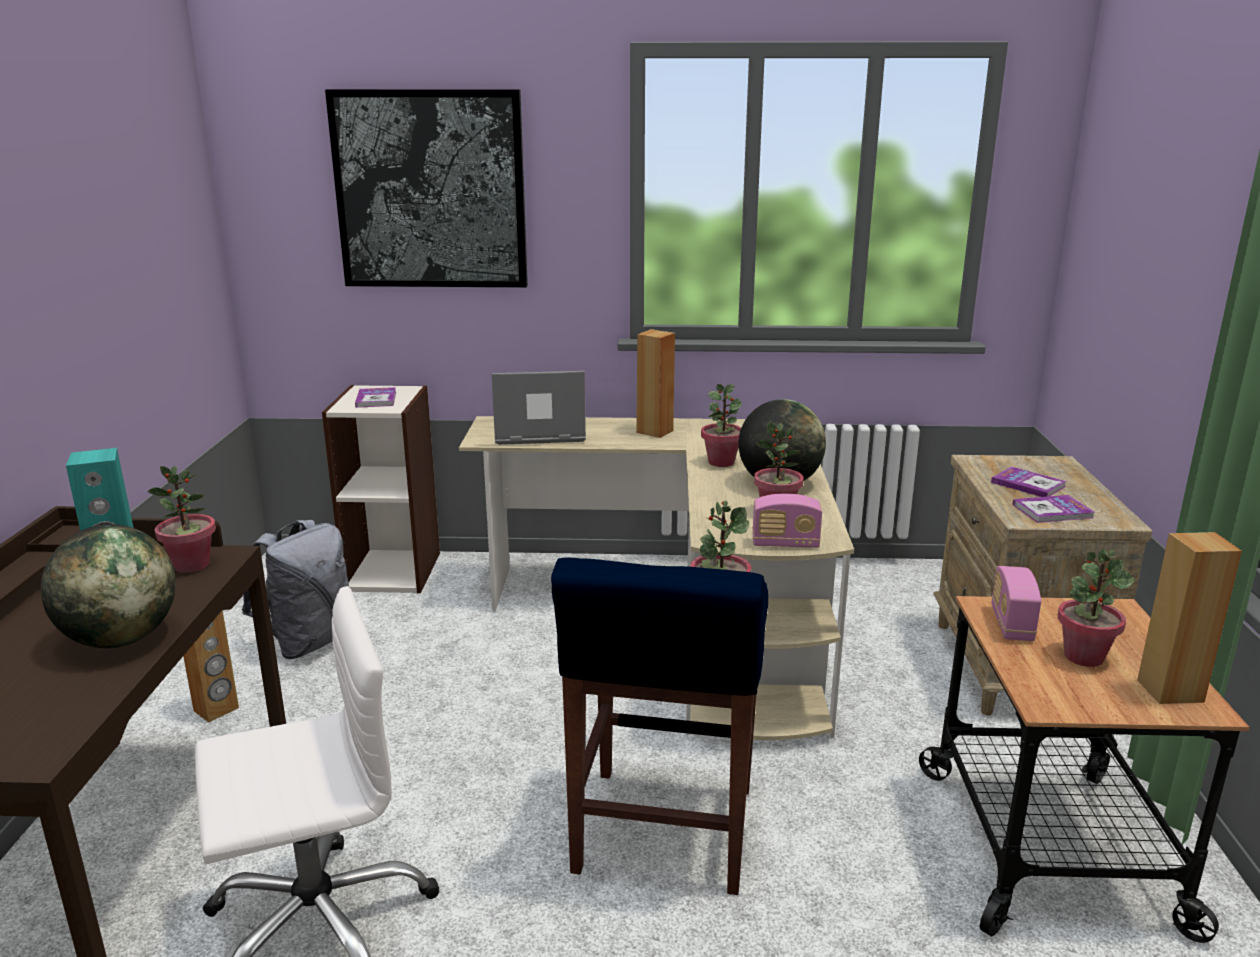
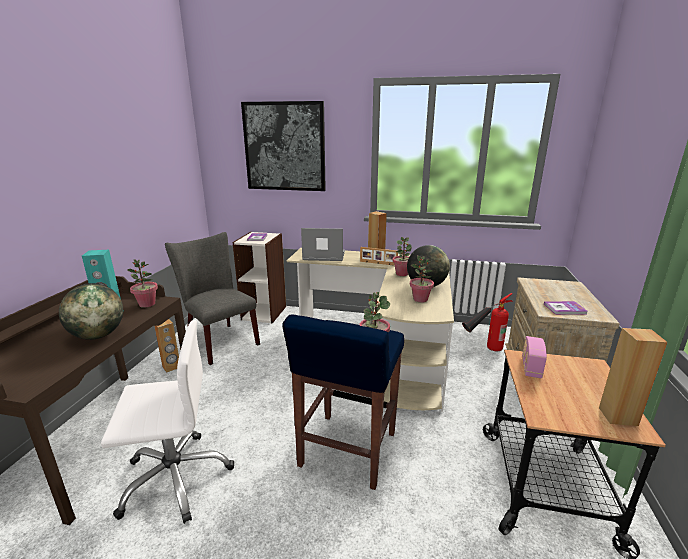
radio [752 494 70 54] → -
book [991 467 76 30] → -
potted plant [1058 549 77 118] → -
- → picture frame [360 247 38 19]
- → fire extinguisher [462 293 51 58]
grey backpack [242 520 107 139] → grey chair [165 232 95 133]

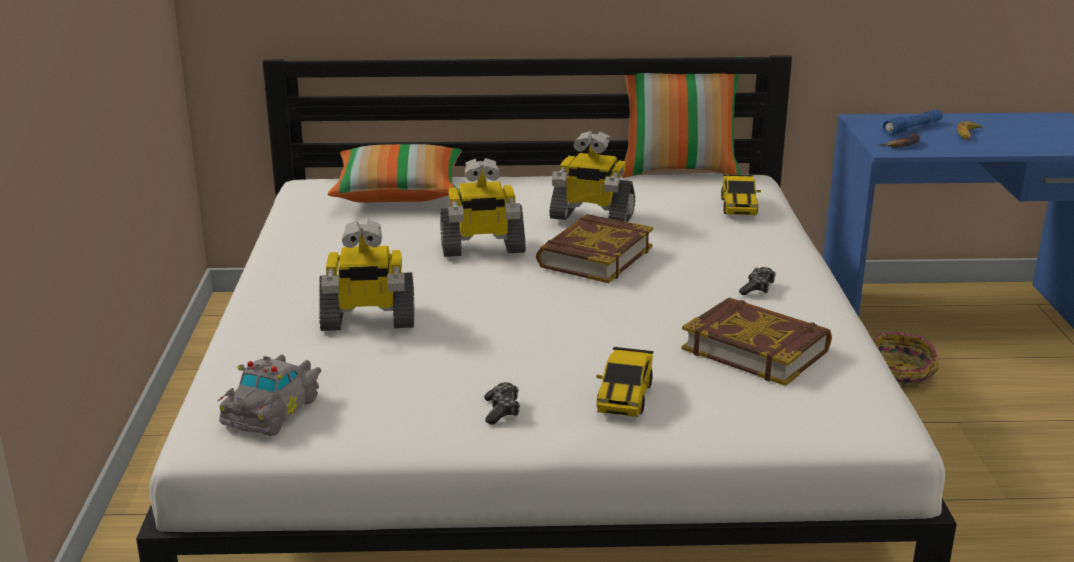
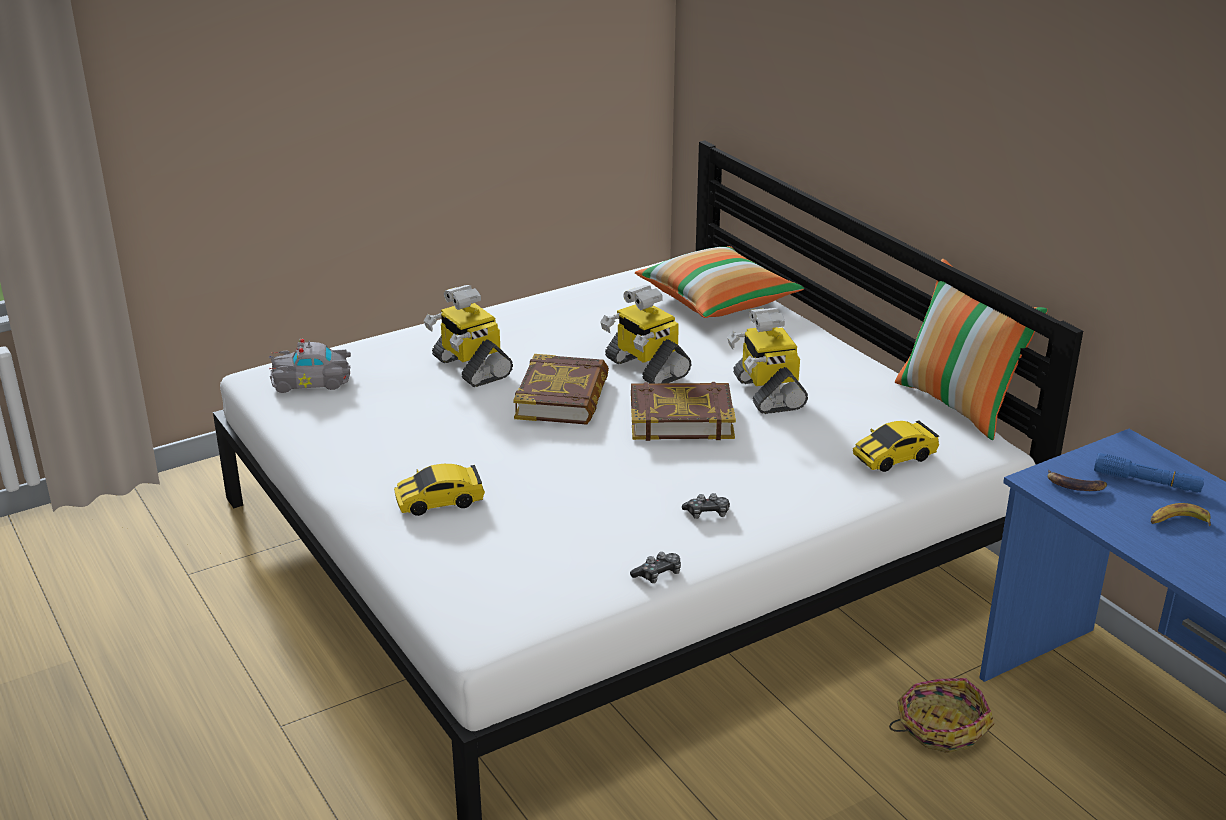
game controller [484 382 36 42] → game controller [630 552 51 31], relocated
book [682 298 150 88] → book [513 354 96 71], relocated

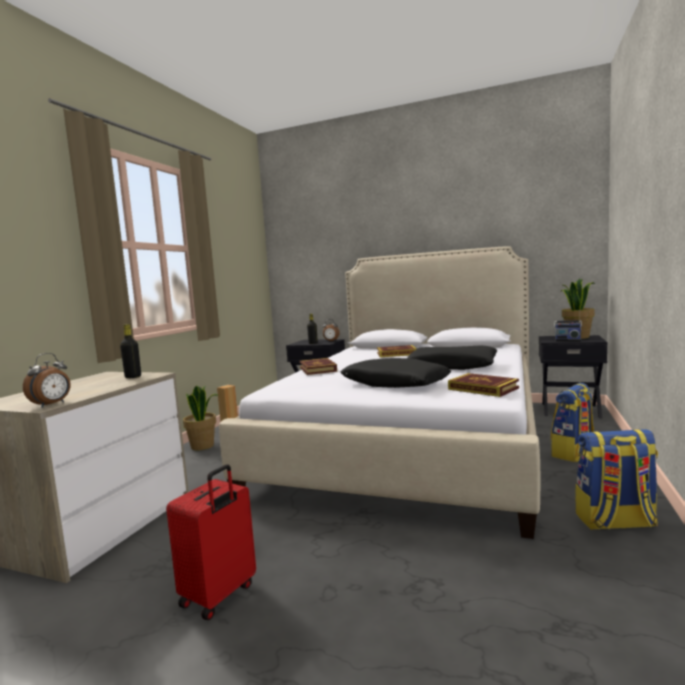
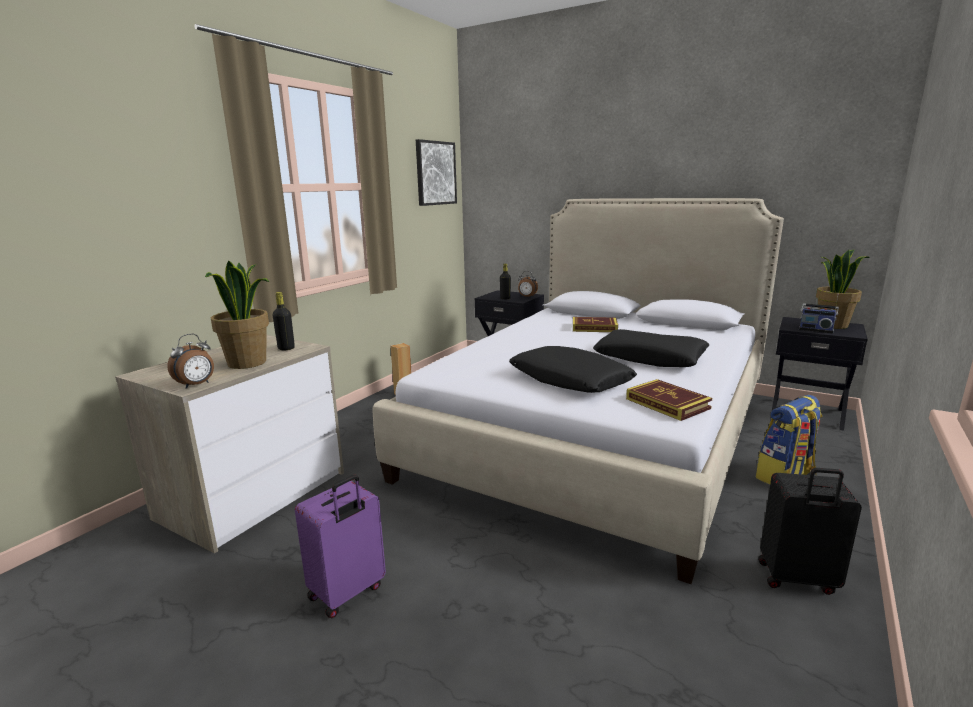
book [300 358 37 17] → -
- → picture [416 139 41 67]
potted plant [183 386 35 64] → potted plant [205 261 64 108], relocated
backpack [576 429 82 101] → black suitcase [758 468 104 127]
red suitcase [166 464 90 156] → purple suitcase [295 475 91 143]

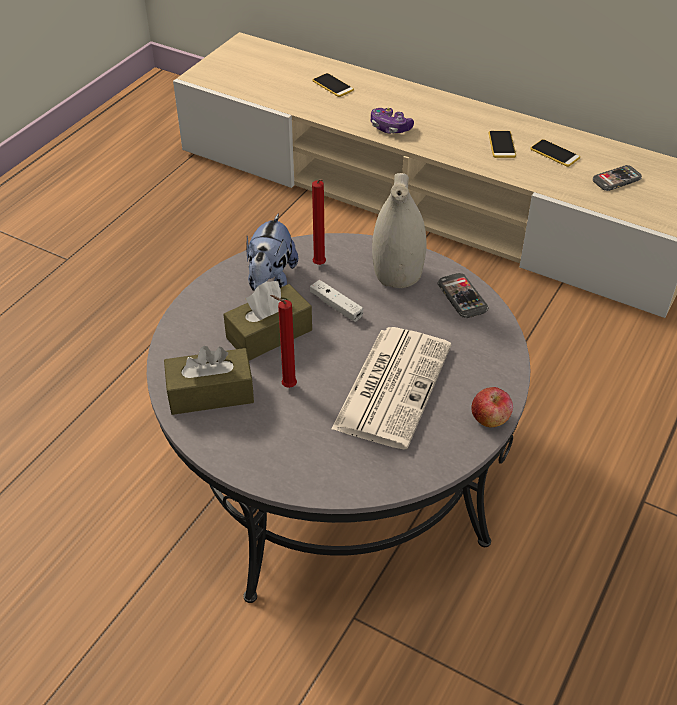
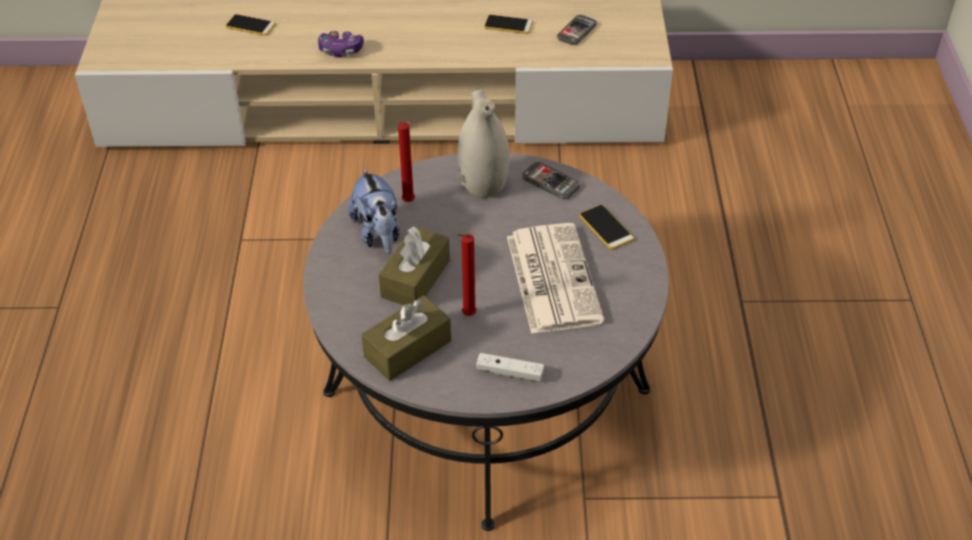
apple [471 387 42 40] → -
white game controller [310 280 53 42] → white game controller [476 353 68 29], relocated
phone [489 131 27 27] → phone [579 205 55 45], relocated

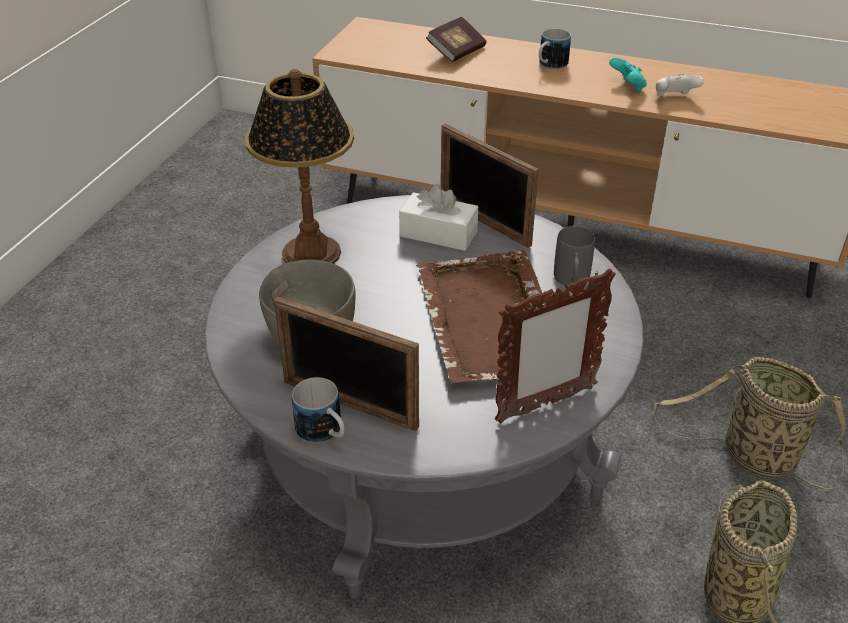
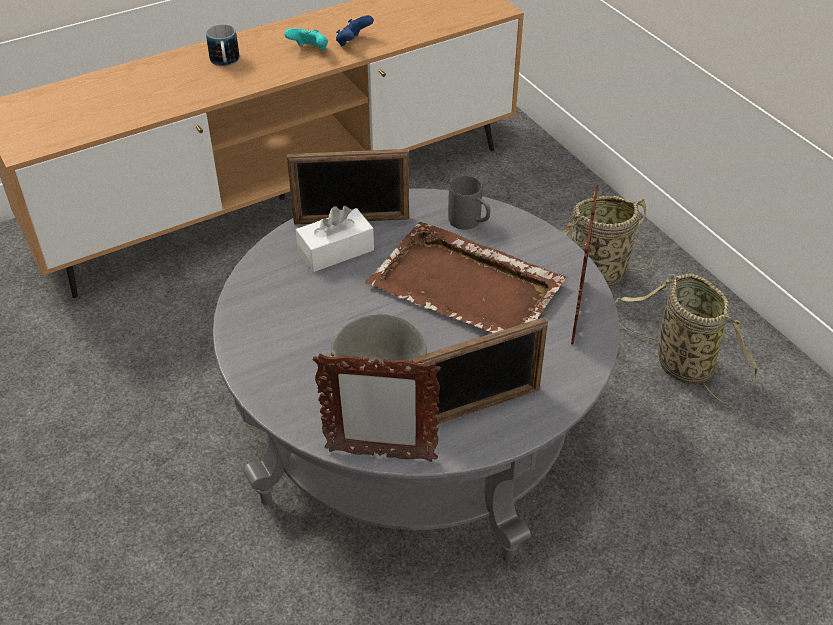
table lamp [245 69 109 195] → -
mug [292 377 53 66] → -
book [426 17 61 45] → -
- → picture frame [313 352 128 110]
white game controller [656 73 48 23] → blue game controller [336 15 38 31]

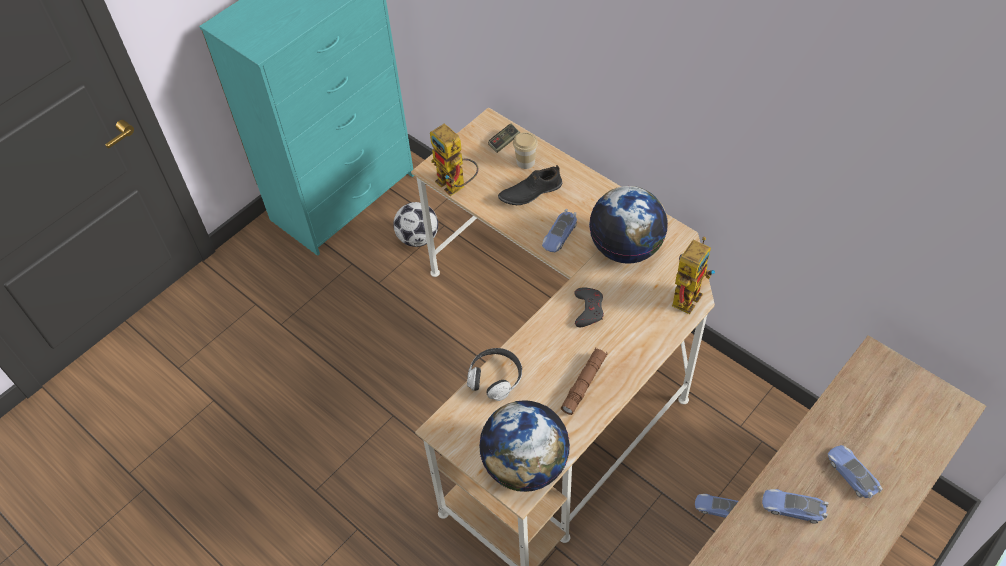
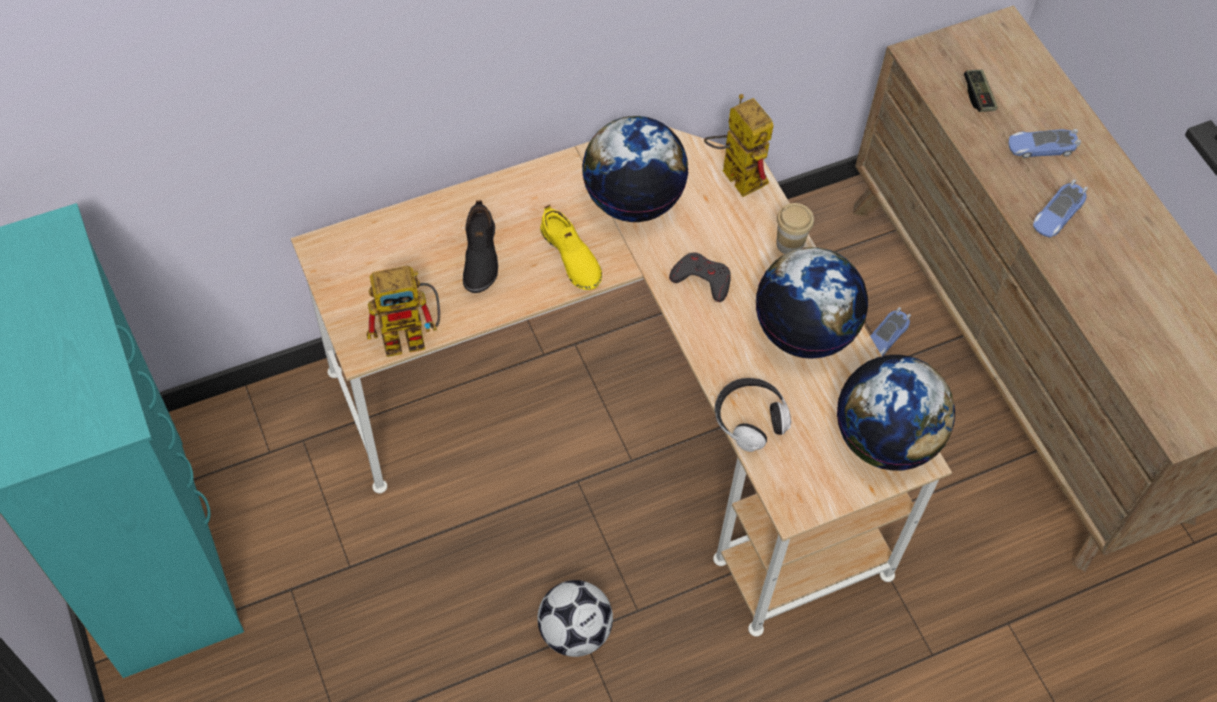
football [393 202 45 45] → football [537 580 76 77], relocated
game controller [488 124 32 29] → game controller [964 70 34 42], relocated
cup [513 132 25 37] → cup [776 203 38 51], relocated
toy car [542 209 35 43] → yellow shoe [540 205 62 85]
brown flashlight [561 347 47 68] → globe [756 247 112 112]

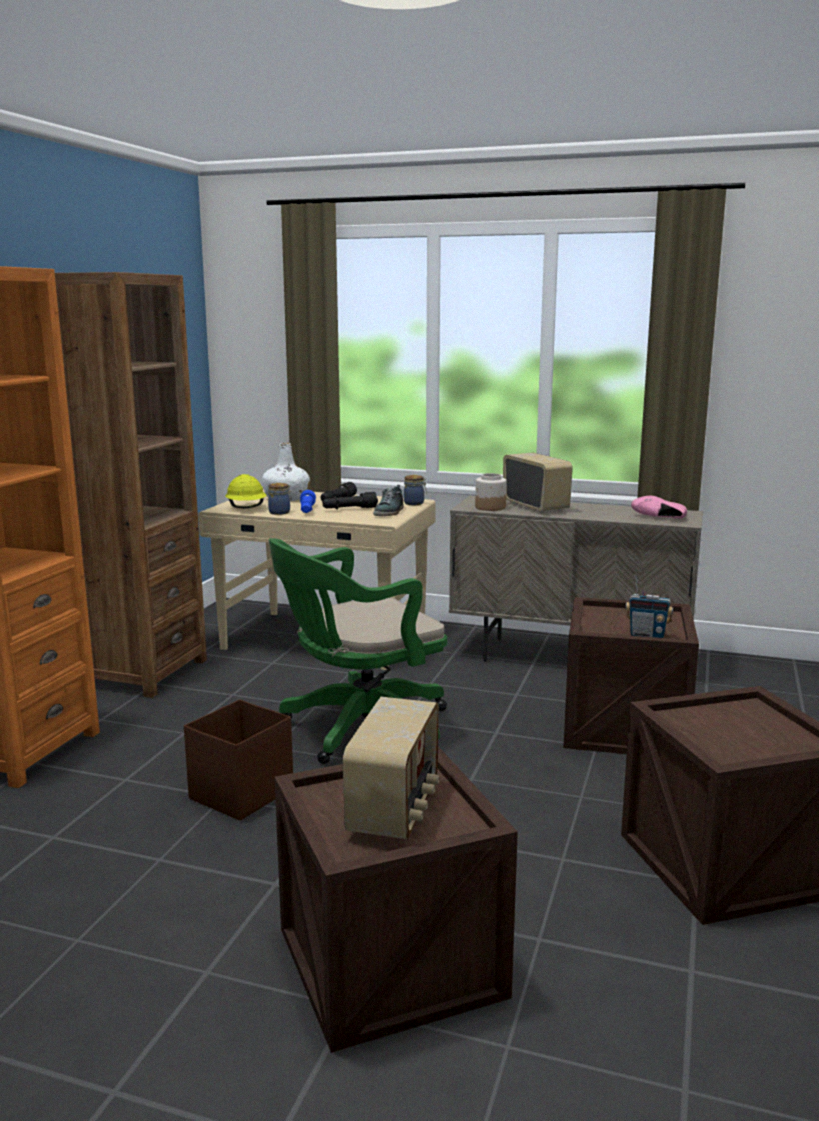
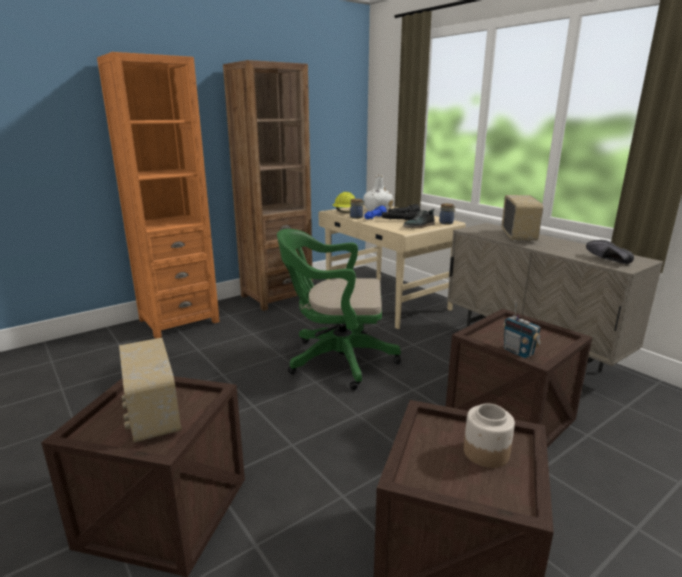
brown storage box [184 700 109 121] → -
jar [475 473 32 38] → jar [464 404 51 64], relocated
pink shoe [631 496 56 23] → black shoe [586 240 48 24]
radio [343 697 96 142] → radio [119 338 62 105], 105 degrees clockwise

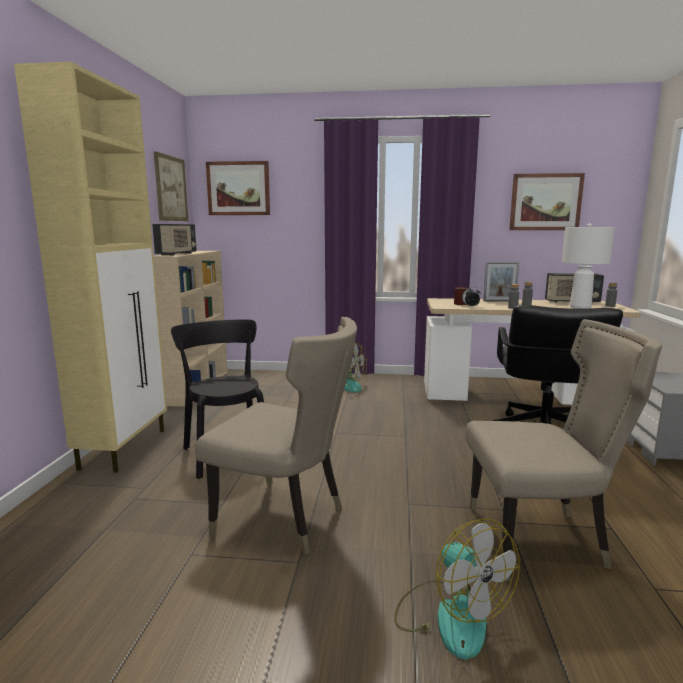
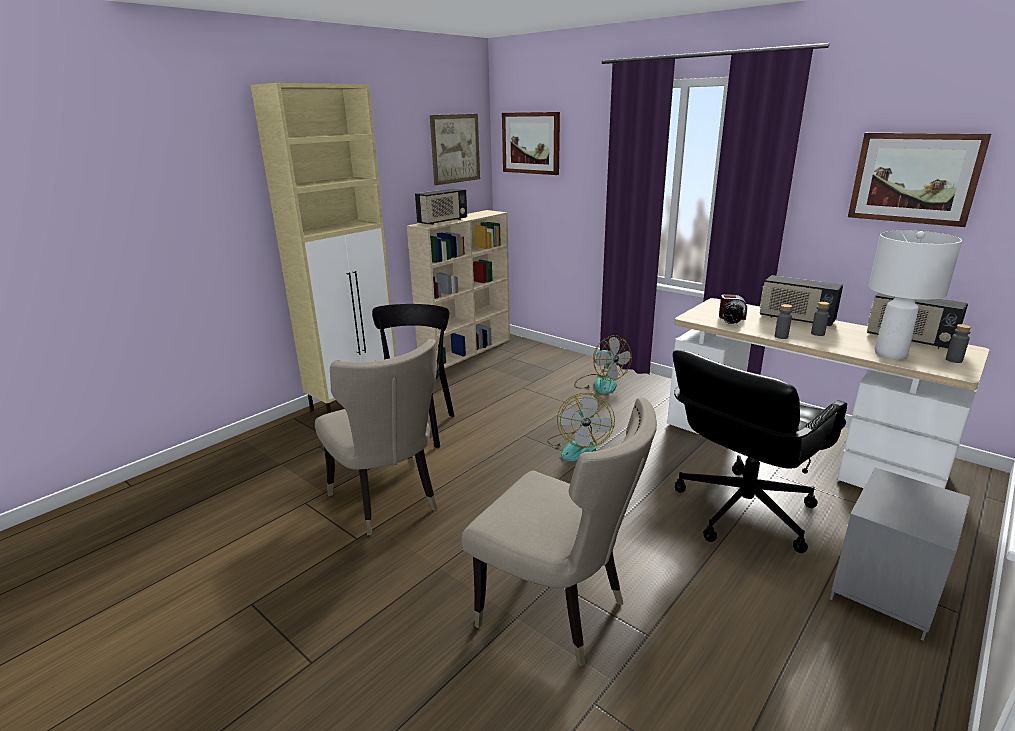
fan [394 519 126 140] → fan [547 393 68 68], relocated
picture frame [483 262 36 40] → radio [760 275 83 51]

